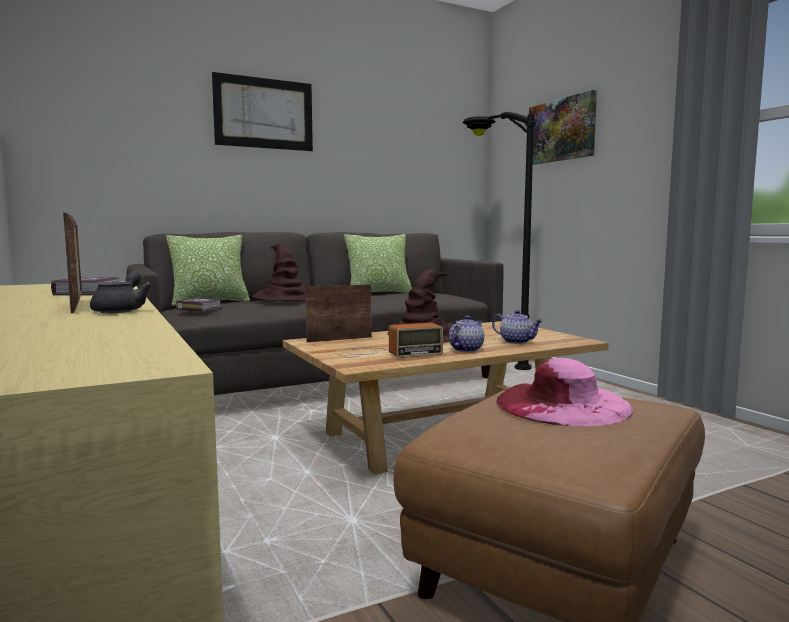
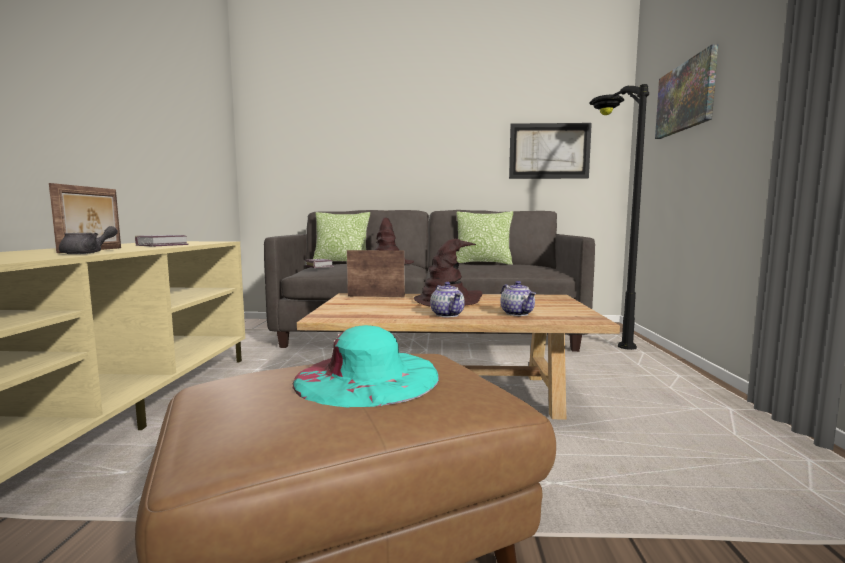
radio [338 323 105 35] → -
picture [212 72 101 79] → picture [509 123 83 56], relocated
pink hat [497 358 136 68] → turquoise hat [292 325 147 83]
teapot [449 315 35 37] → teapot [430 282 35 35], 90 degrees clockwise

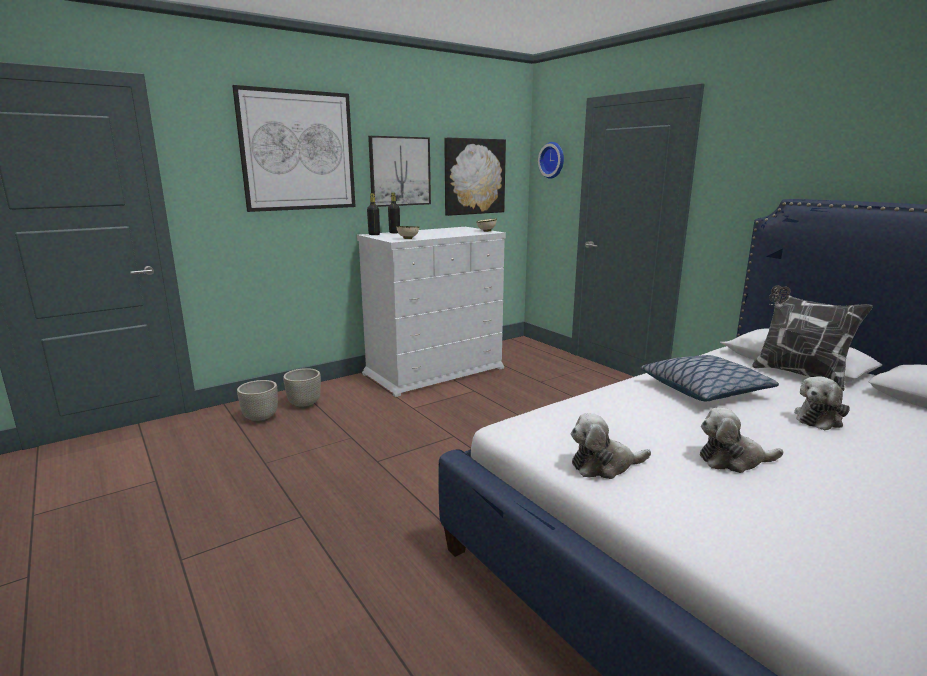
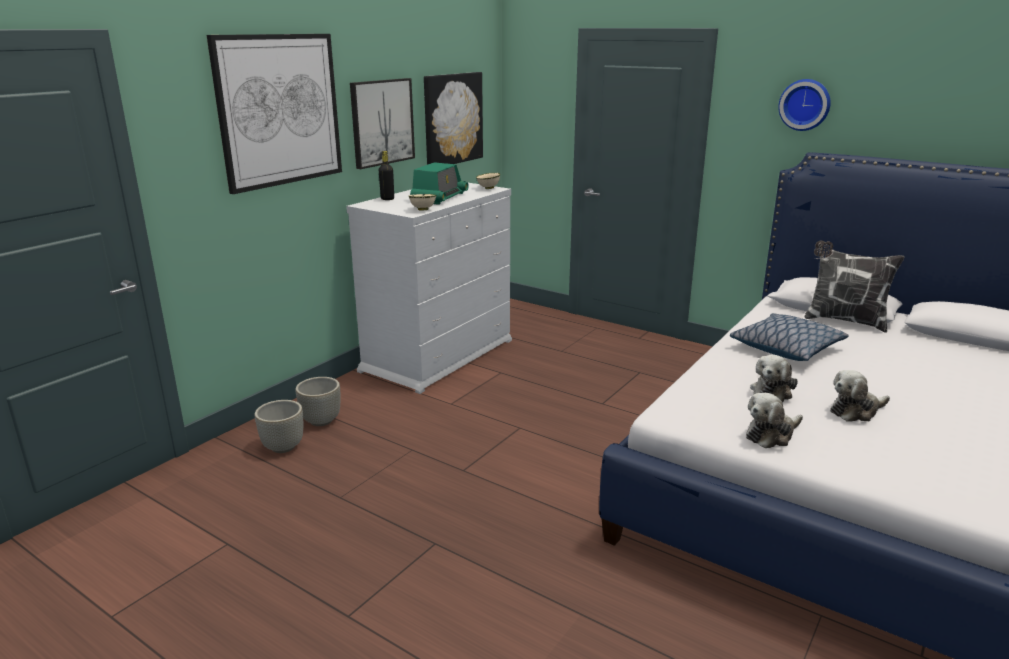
black bottle [367 193 13 42] → -
- → radio [410 162 59 43]
wall clock [538 142 26 37] → wall clock [778 79 53 52], relocated
plush toy [794 376 56 54] → plush toy [750 355 48 48], relocated

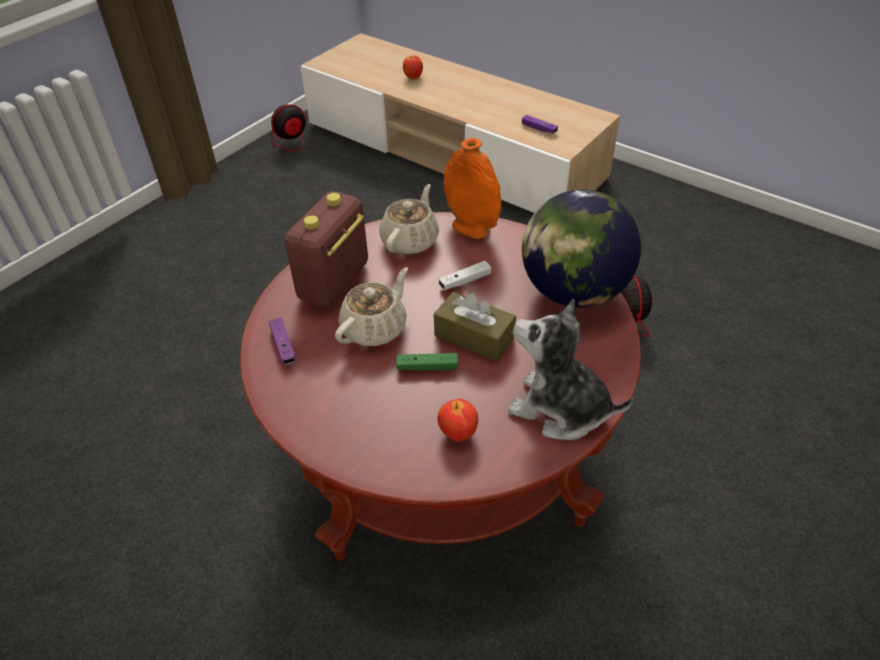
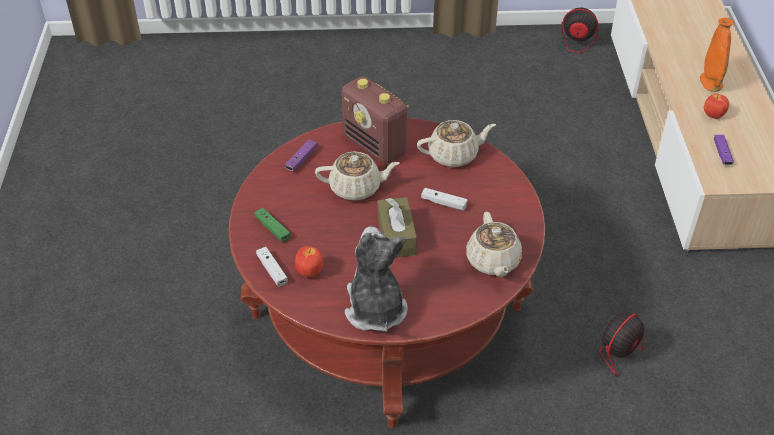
- → white game controller [256 247 32 40]
green game controller [396 353 62 18] → green game controller [254 208 36 35], relocated
apple [403 56 20 23] → apple [704 94 25 25], relocated
orange vase [443 138 58 101] → orange vase [700 18 34 74], relocated
globe [522 190 119 118] → beige teapot [466 212 56 65]
radio [284 191 84 116] → radio [342 76 67 88], 120 degrees counterclockwise

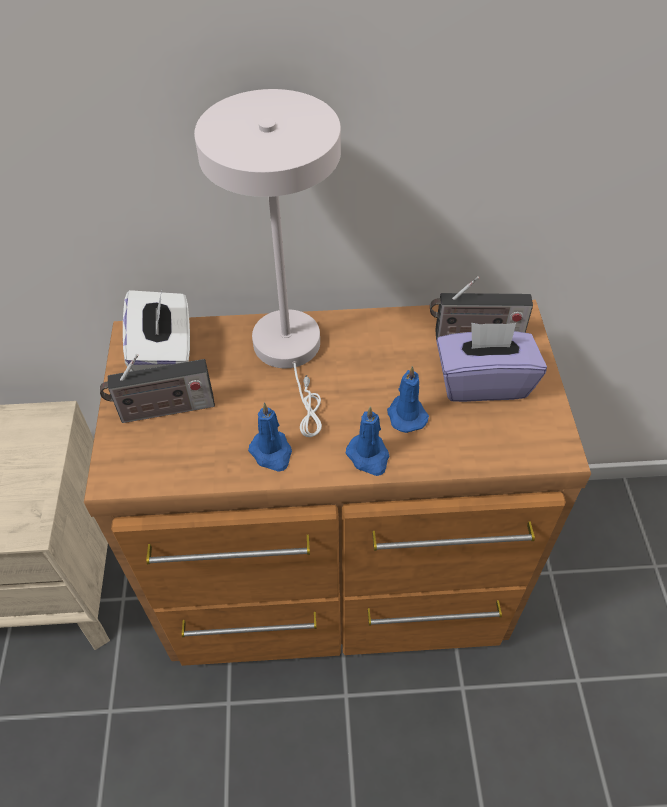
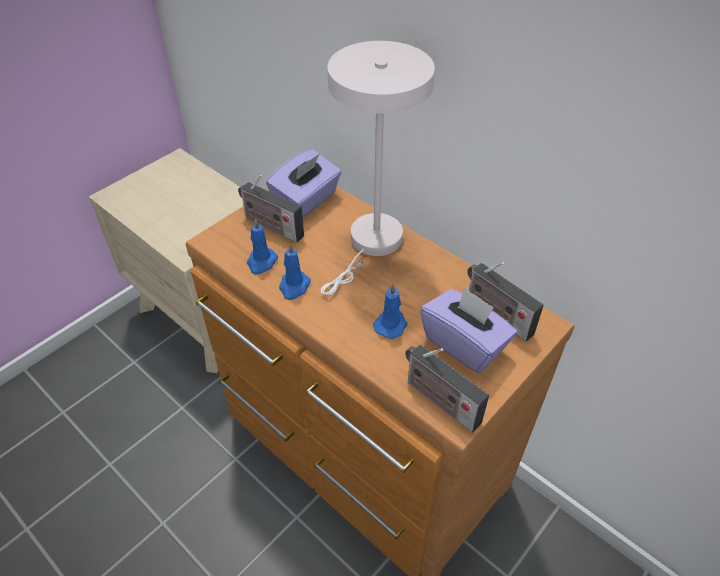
- → radio [405 345 84 88]
blue candle [345 406 44 70] → blue candle [247 218 31 57], relocated
white tissue box [123 290 67 81] → purple tissue box [266 149 76 68]

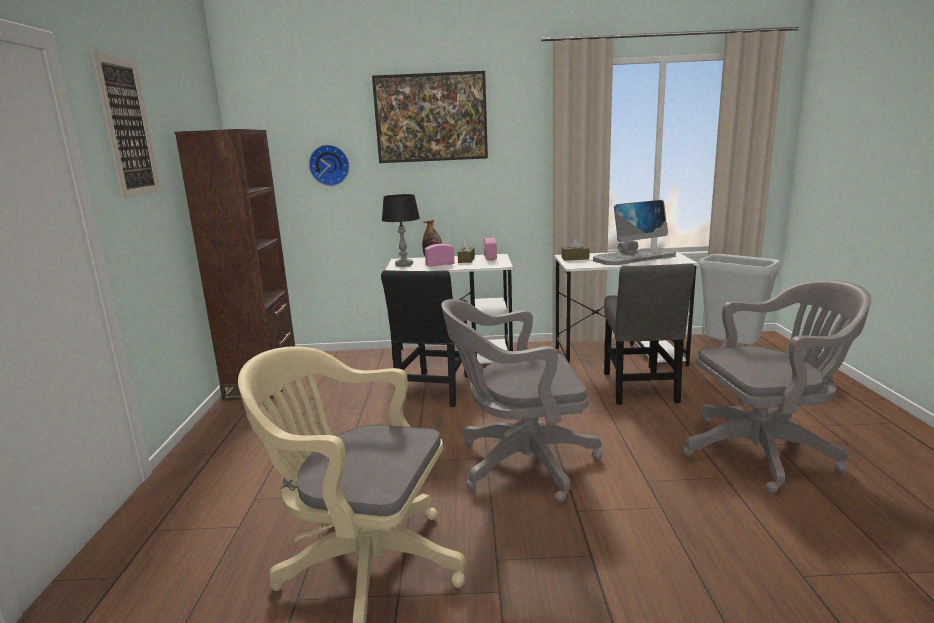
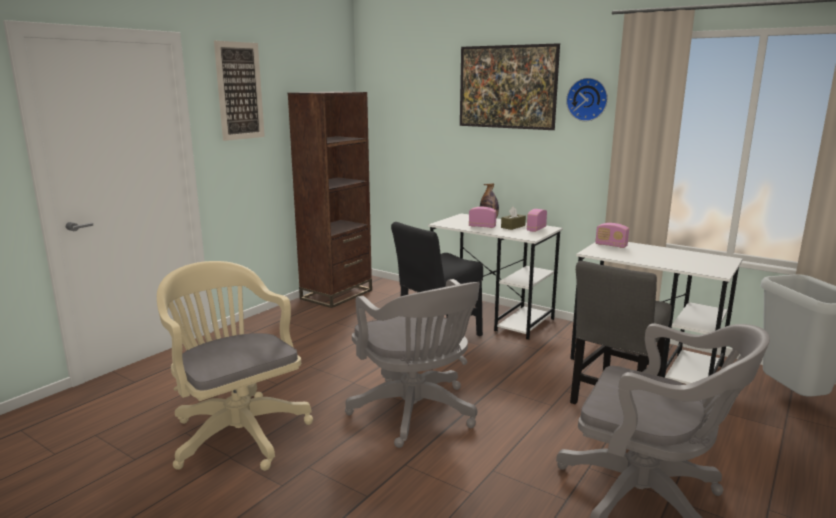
black table lamp [382 194 38 73] → -
monitor [593 200 83 65] → -
wall clock [309 145 40 41] → wall clock [566 78 42 43], relocated
brown tissue box [561 237 29 24] → radio [595 223 34 25]
grey office chair [441 299 162 204] → grey office chair [345 279 135 169], 150 degrees counterclockwise

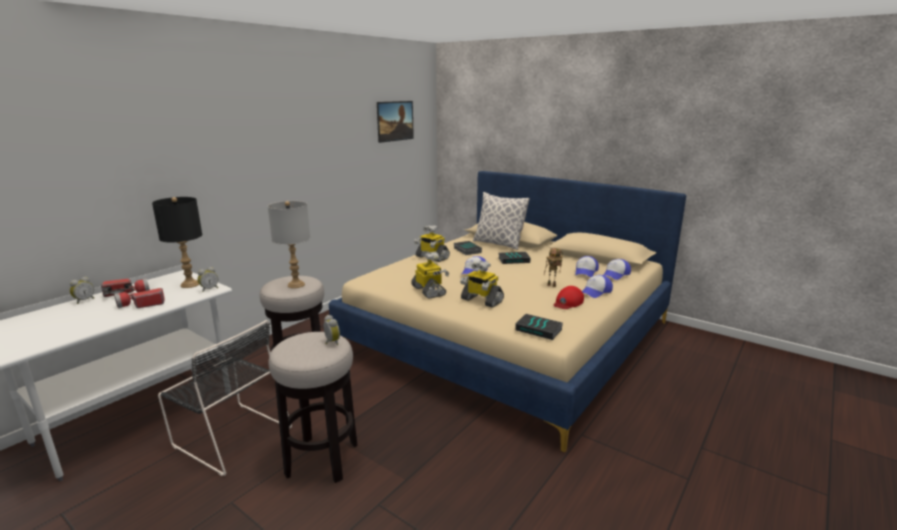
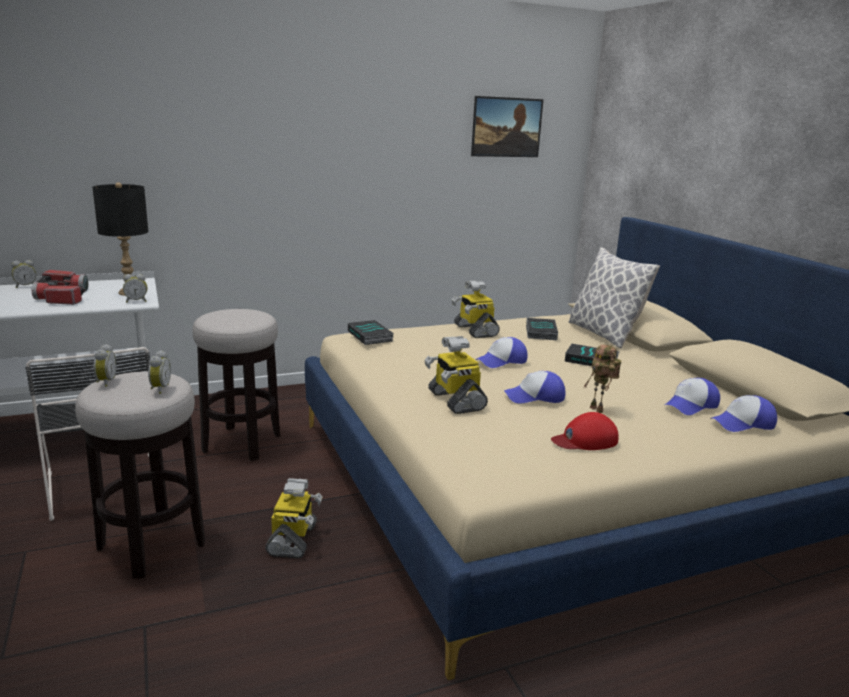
grey table lamp [268 201 42 87] → -
- → alarm clock [94 344 23 43]
toy robot [411 252 38 47] → toy robot [265 478 58 80], relocated
book [515 314 48 26] → book [348 320 46 25], relocated
cap [582 275 31 23] → cap [504 371 62 33], relocated

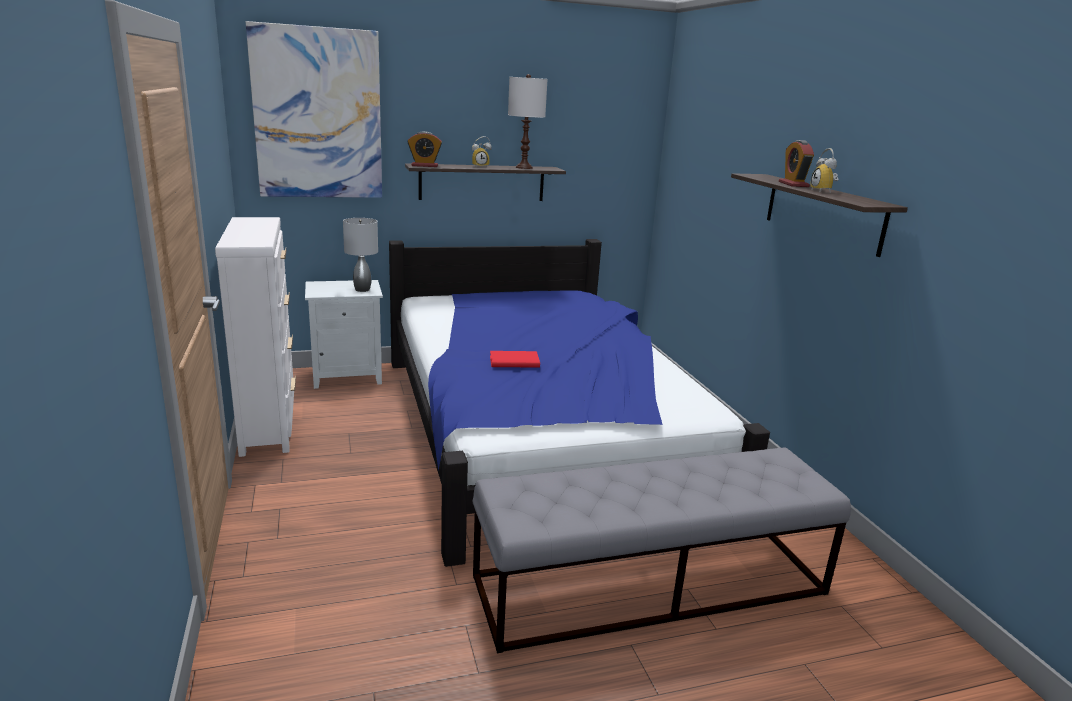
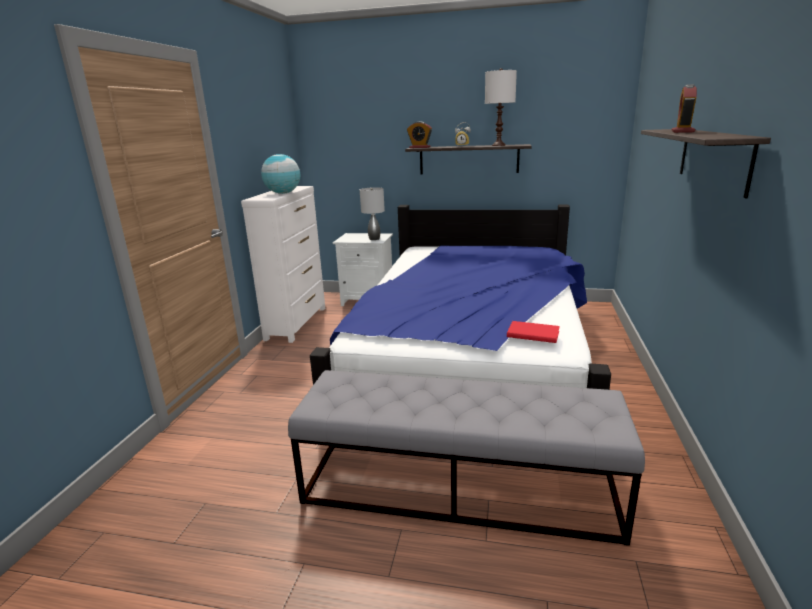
picture [246 21 136 177] → -
alarm clock [810 148 29 43] → -
- → globe [261 154 39 40]
red book [490 351 50 17] → red book [507 321 53 22], relocated

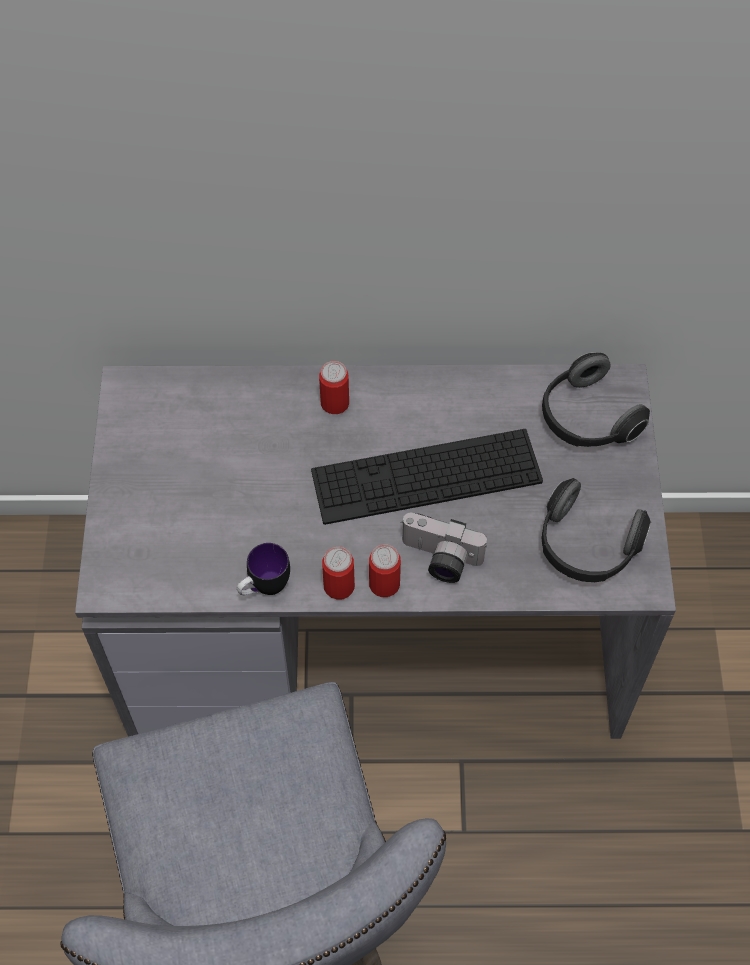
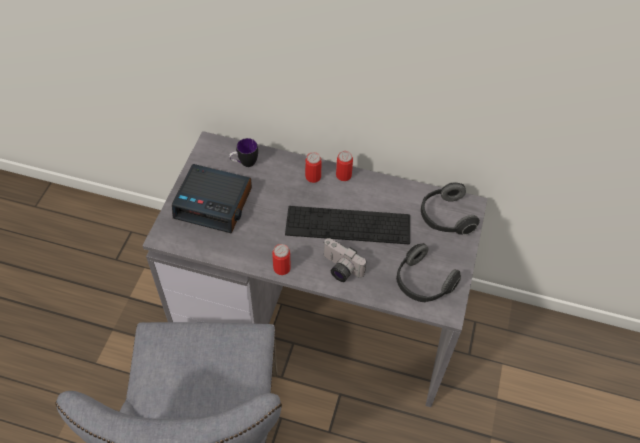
- → alarm clock [172 164 80 70]
mug [237 543 53 52] → mug [229 138 29 29], relocated
can [369 544 32 53] → can [336 151 17 30], relocated

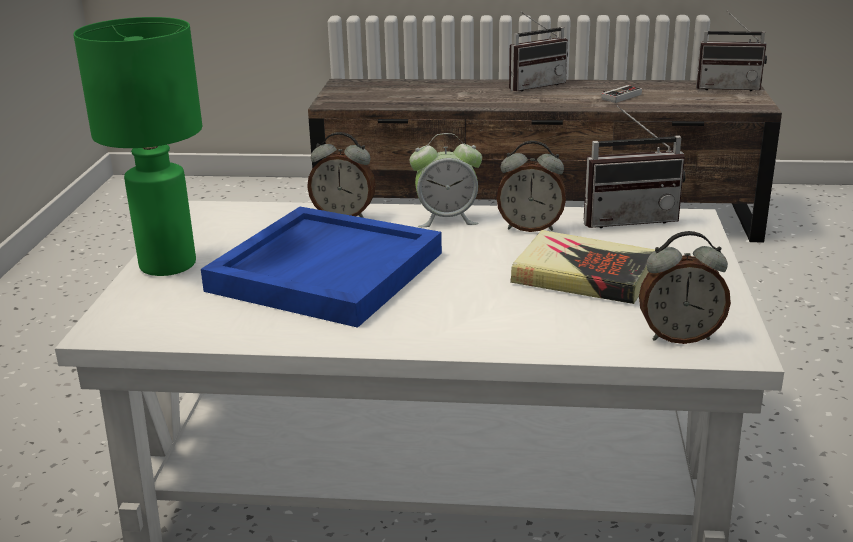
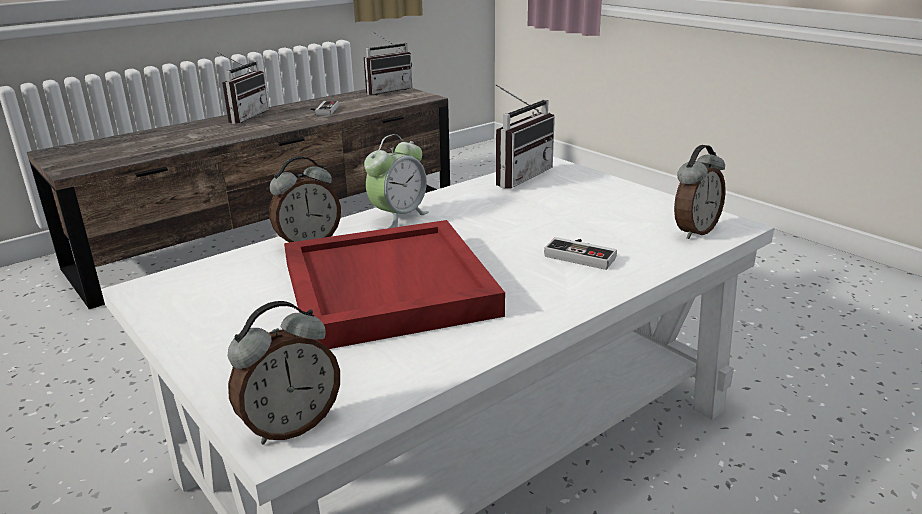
green table lamp [73 17 129 259] → -
book [510 230 145 74] → -
- → game controller [544 237 73 33]
alarm clock [497 141 69 91] → alarm clock [228 301 112 144], relocated
blue tray [201 207 241 121] → red tray [284 220 221 129]

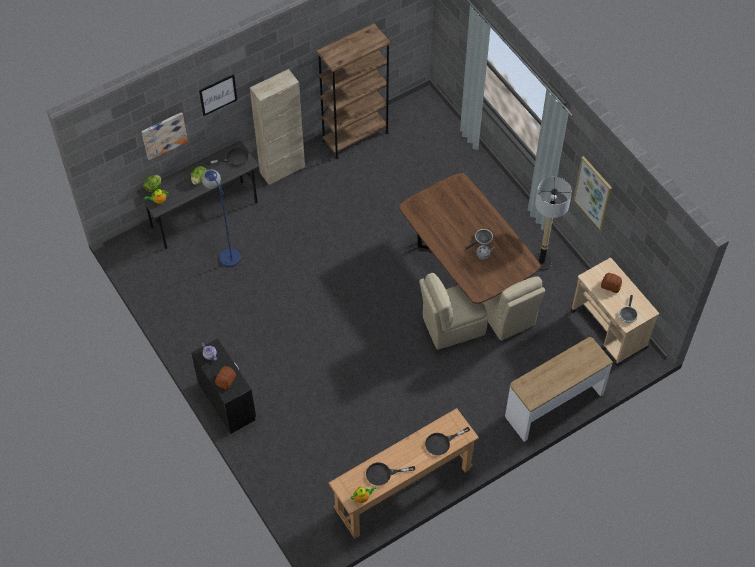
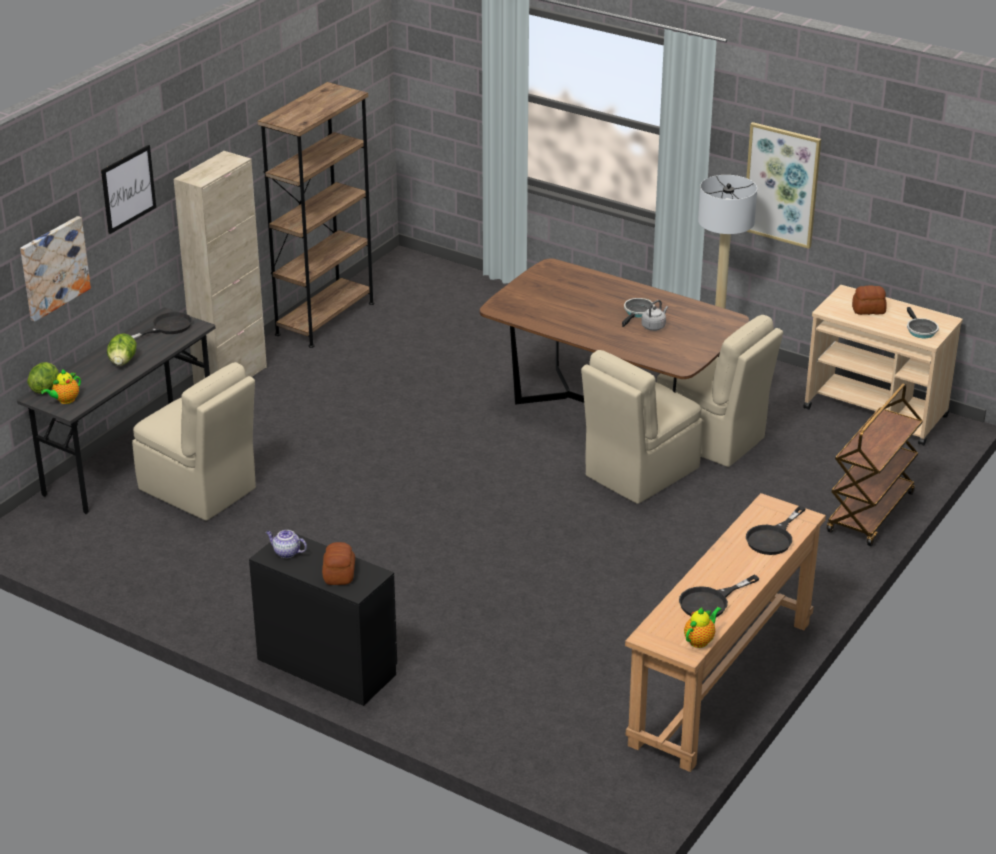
blue floor lamp [202 170 38 97] → beige chair [132 362 124 159]
console table [505 337 108 105] → brown cart [827 383 96 163]

